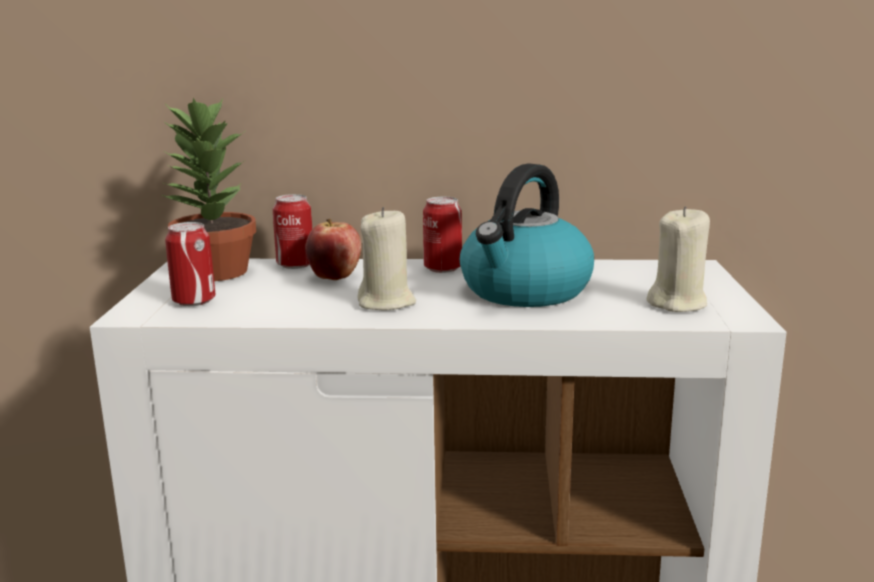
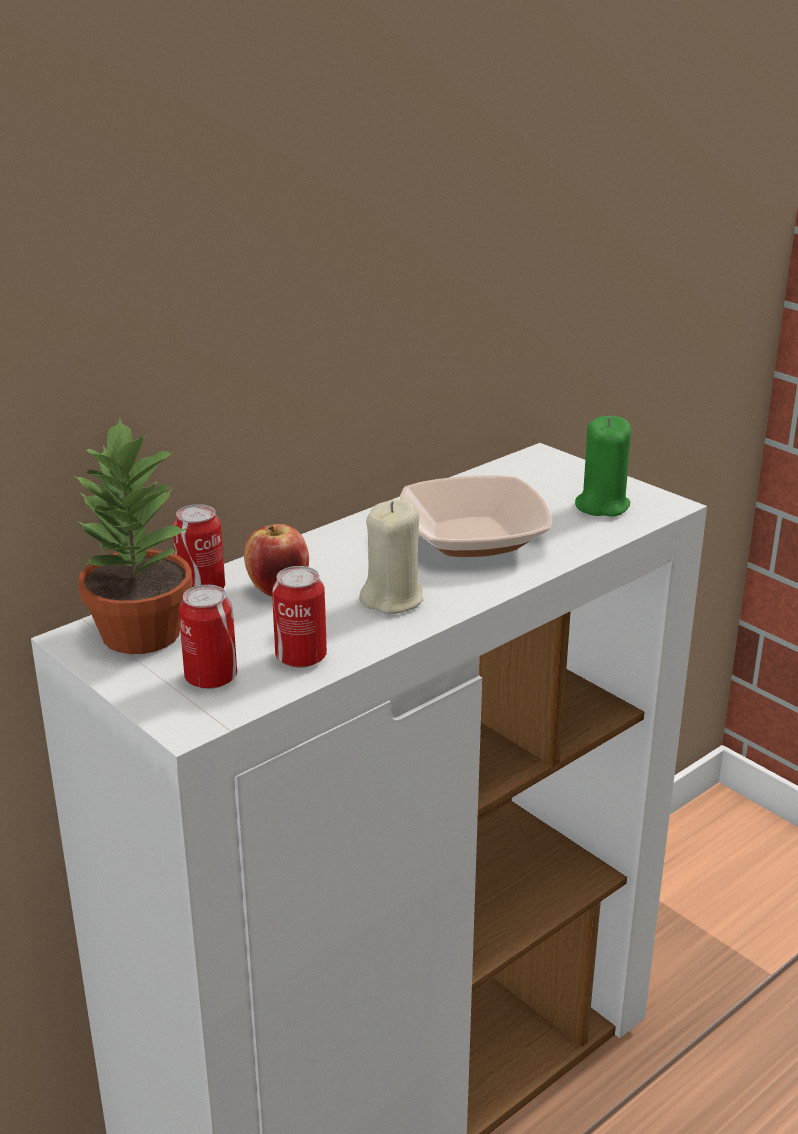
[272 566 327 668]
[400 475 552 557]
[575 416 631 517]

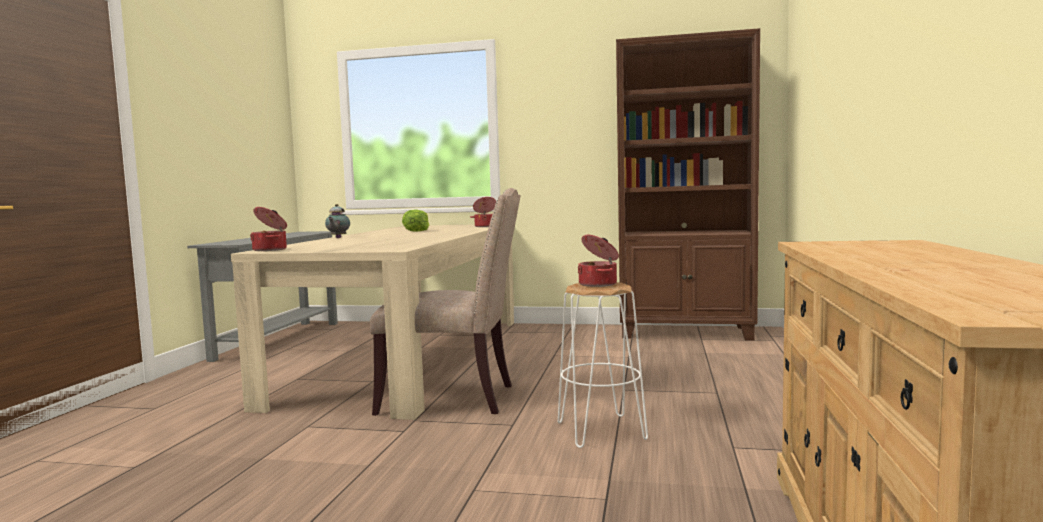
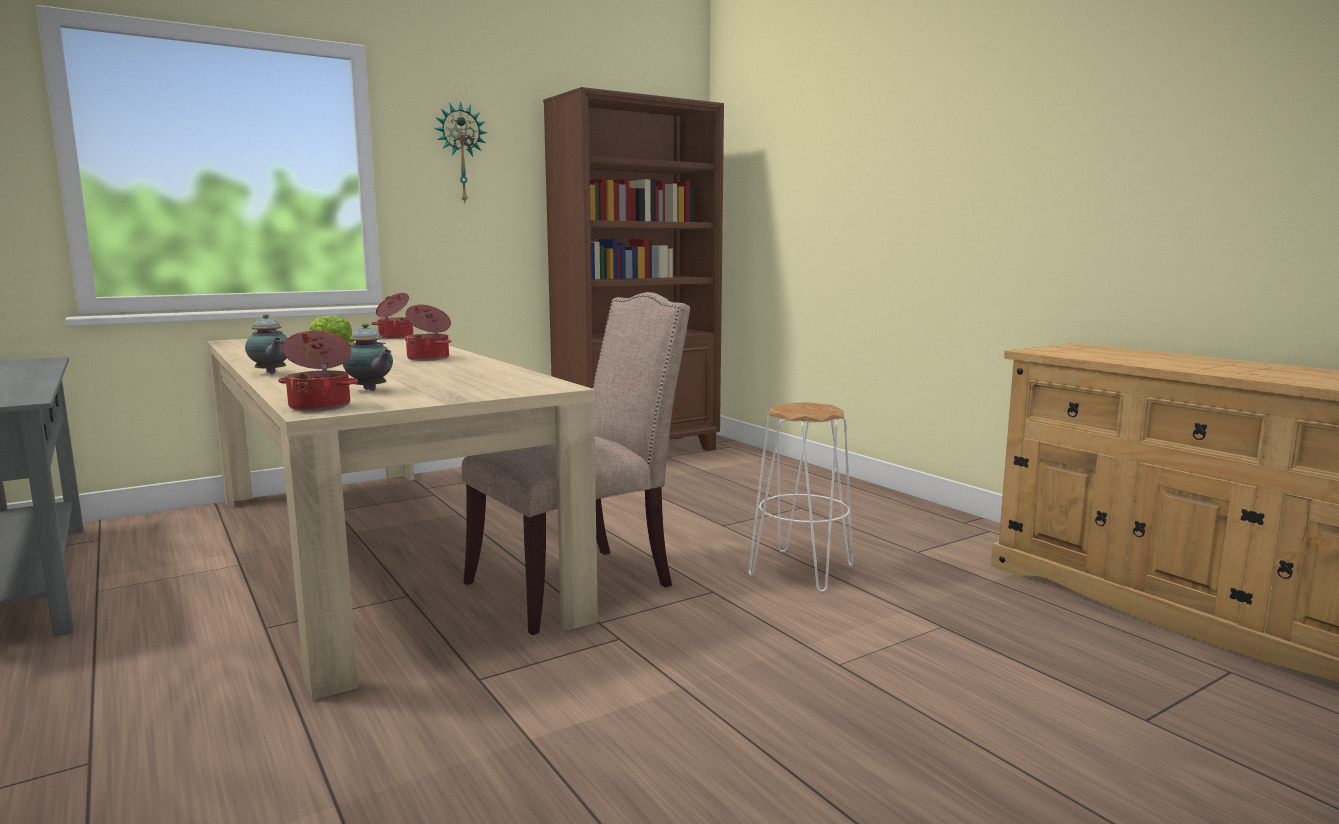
[343 323 393 391]
[435 101 488 203]
[405 304 451 361]

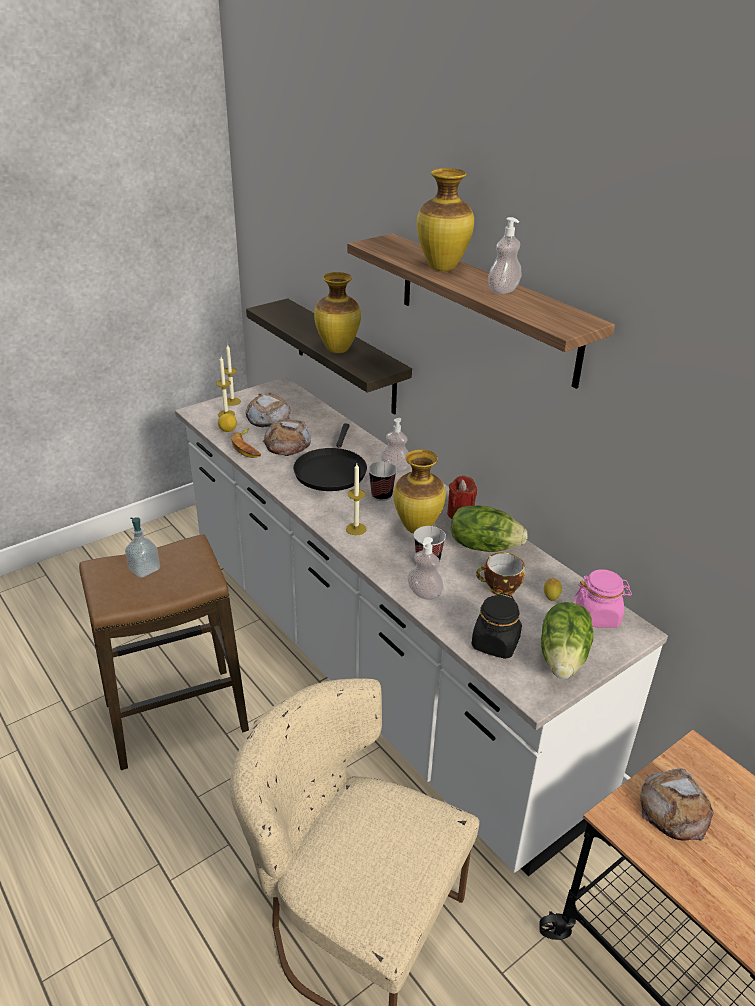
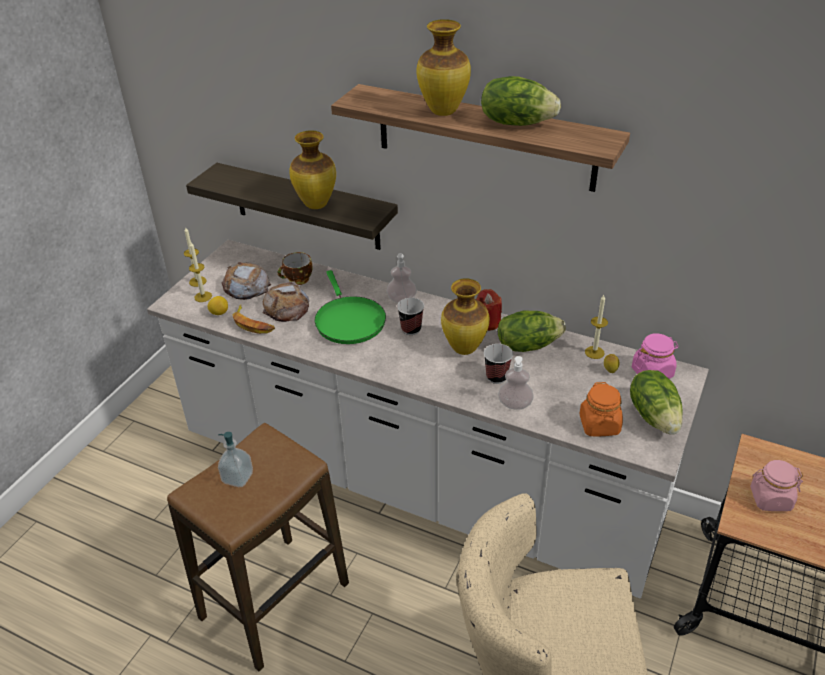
[585 295 608 359]
[278 252 313 285]
[481 76 561 126]
[750 460 803 511]
[314 270 386 344]
[579 382 623 436]

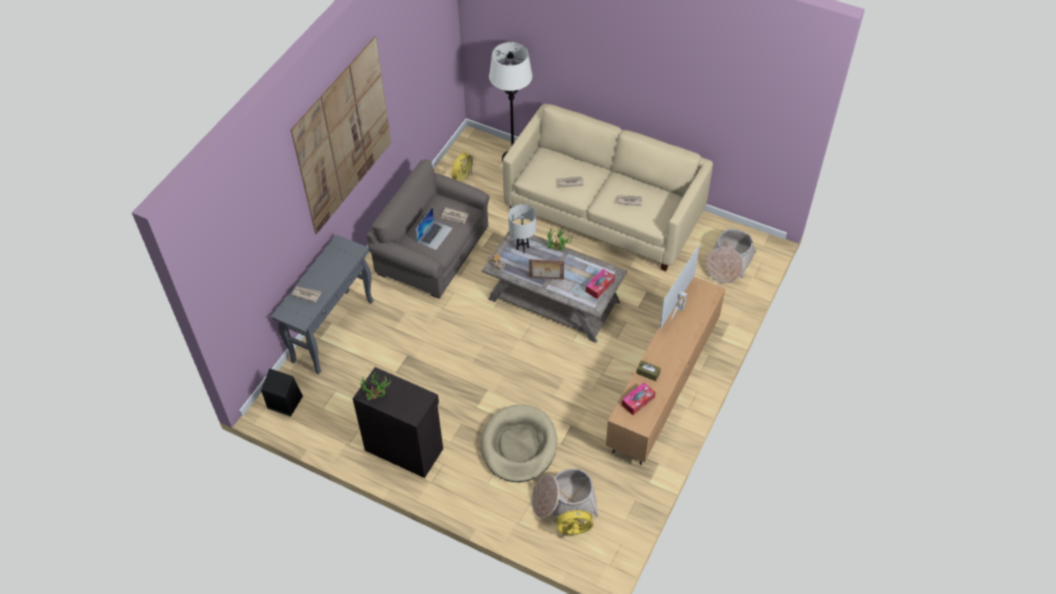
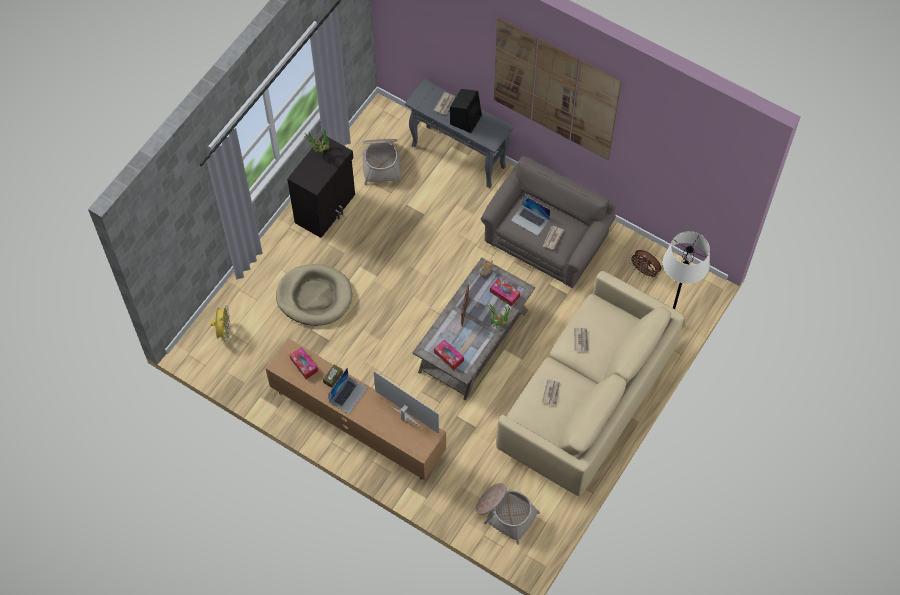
[328 368 368 414]
[450 89 482 133]
[362 139 401 185]
[490 278 520 307]
[629 250 661 279]

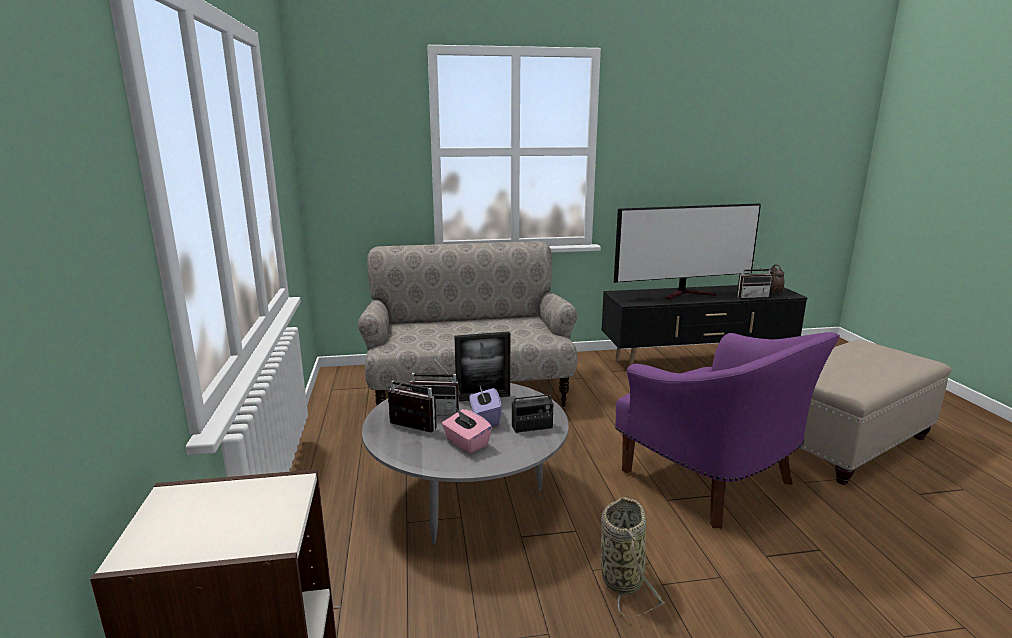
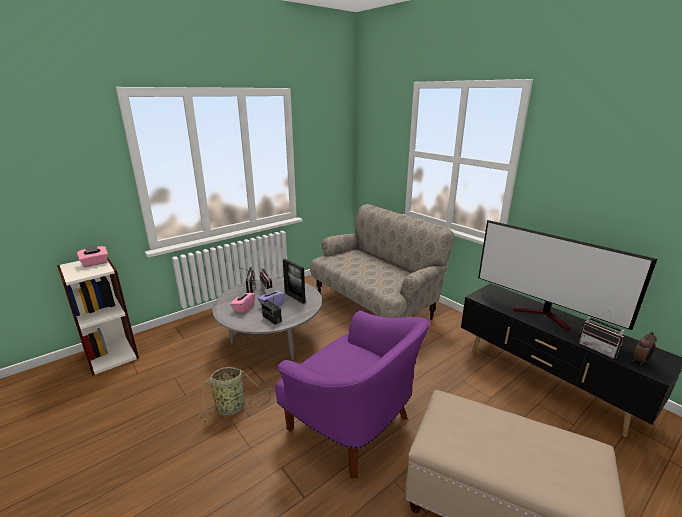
[77 245 108 267]
[275 311 430 479]

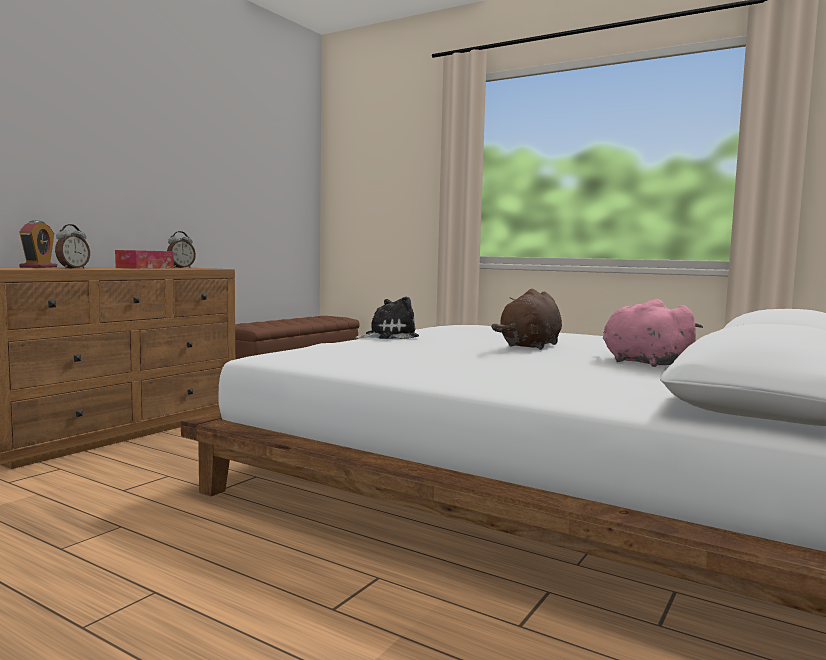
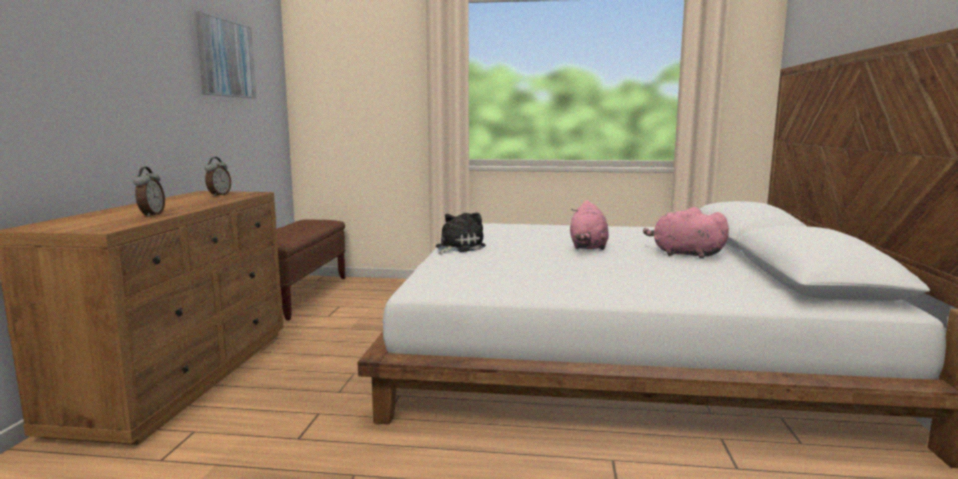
[19 220 57 268] (first image)
[115 250 174 269] (first image)
[195 11 256 98]
[570 201 609 250]

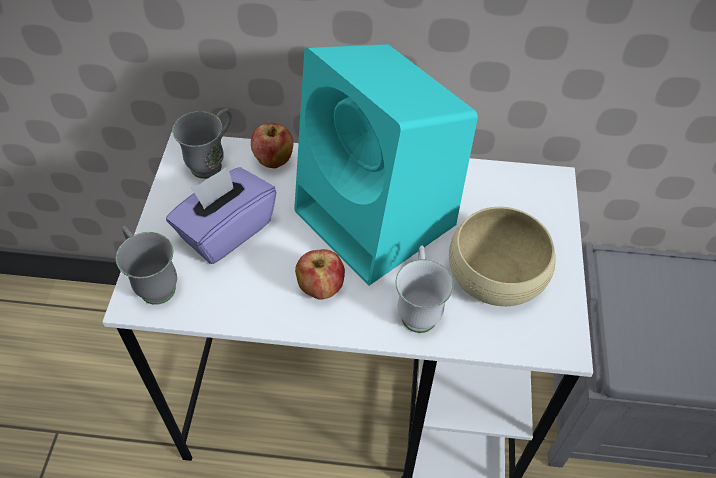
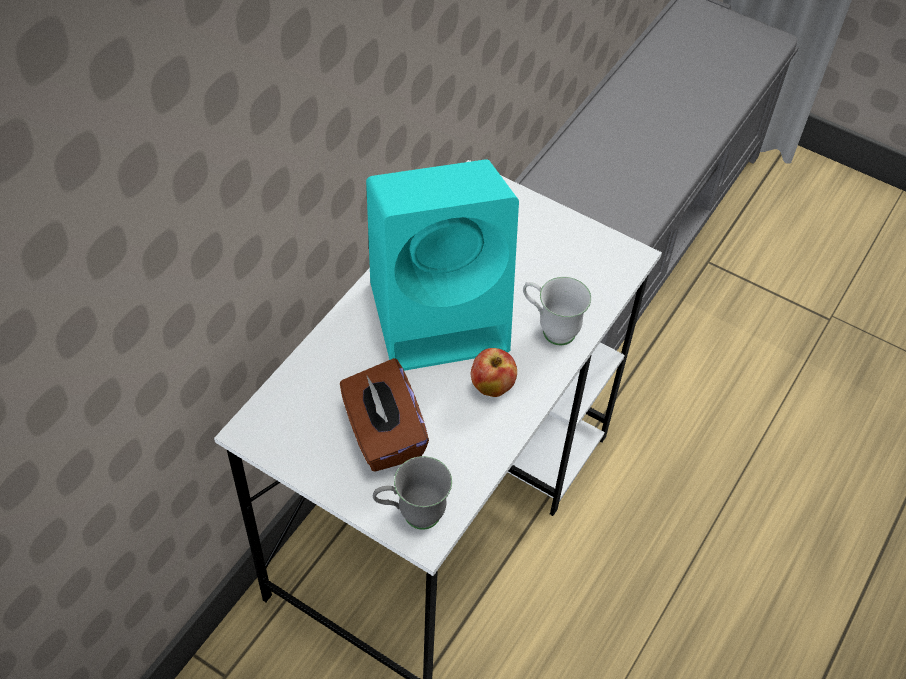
[172 108 232 179] (first image)
[251 123 294 168] (first image)
[449 207 556 306] (first image)
[340 358 429 472]

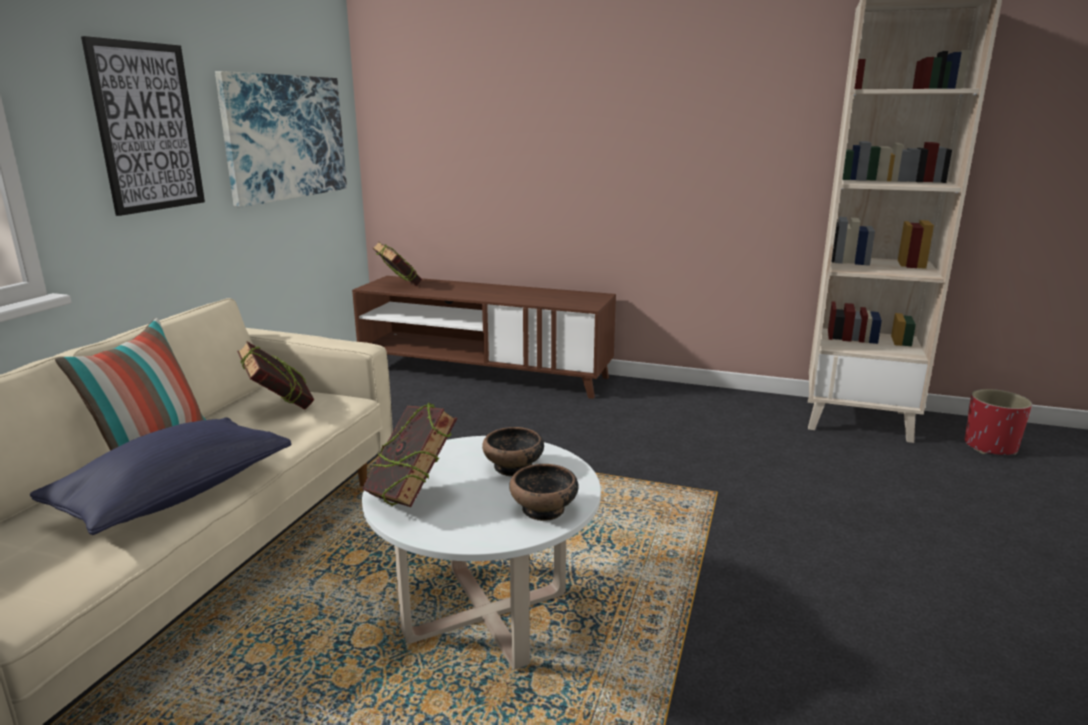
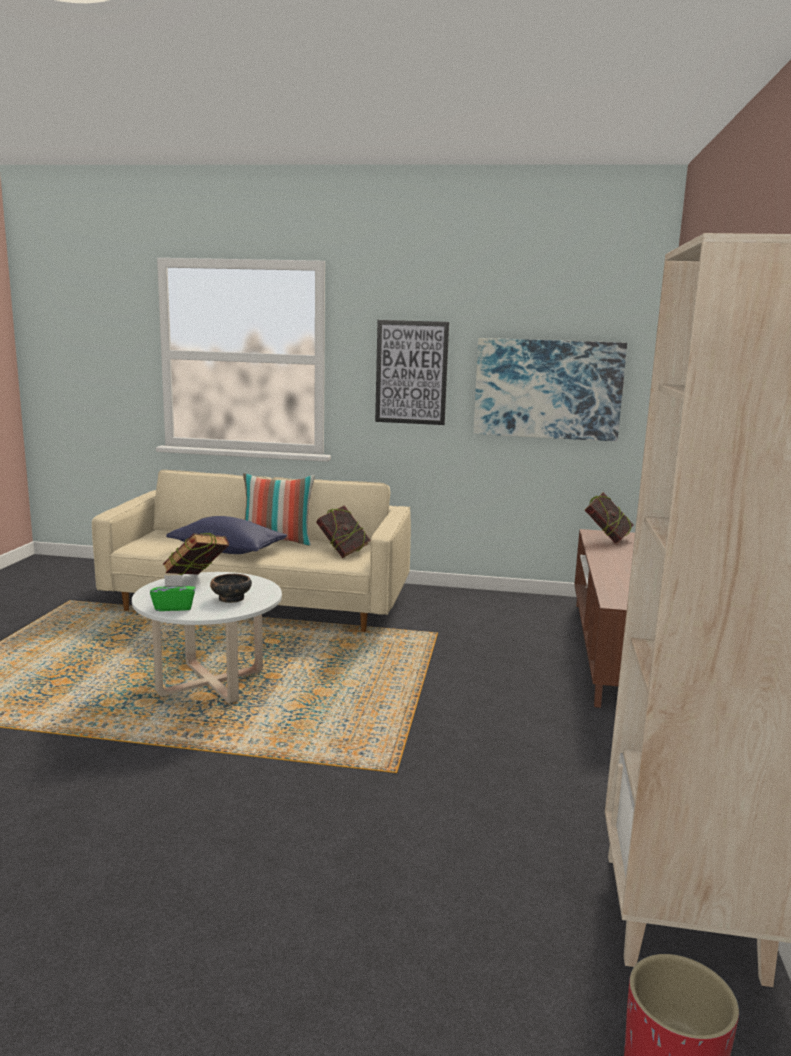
[150 575 196 611]

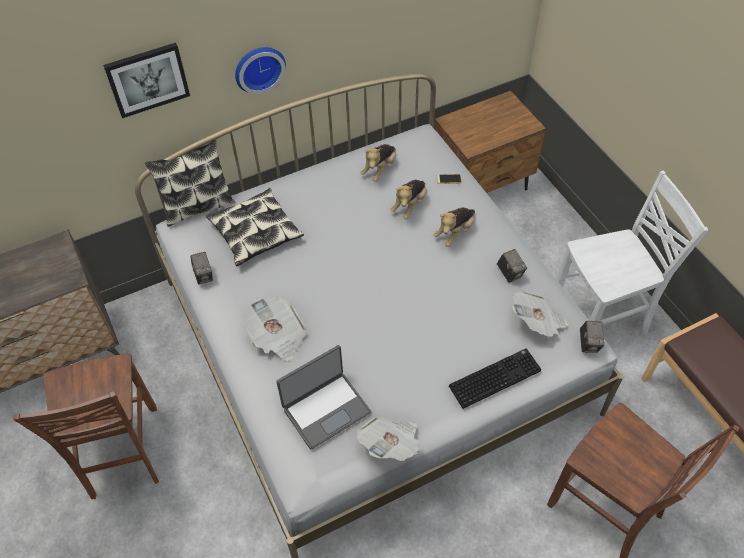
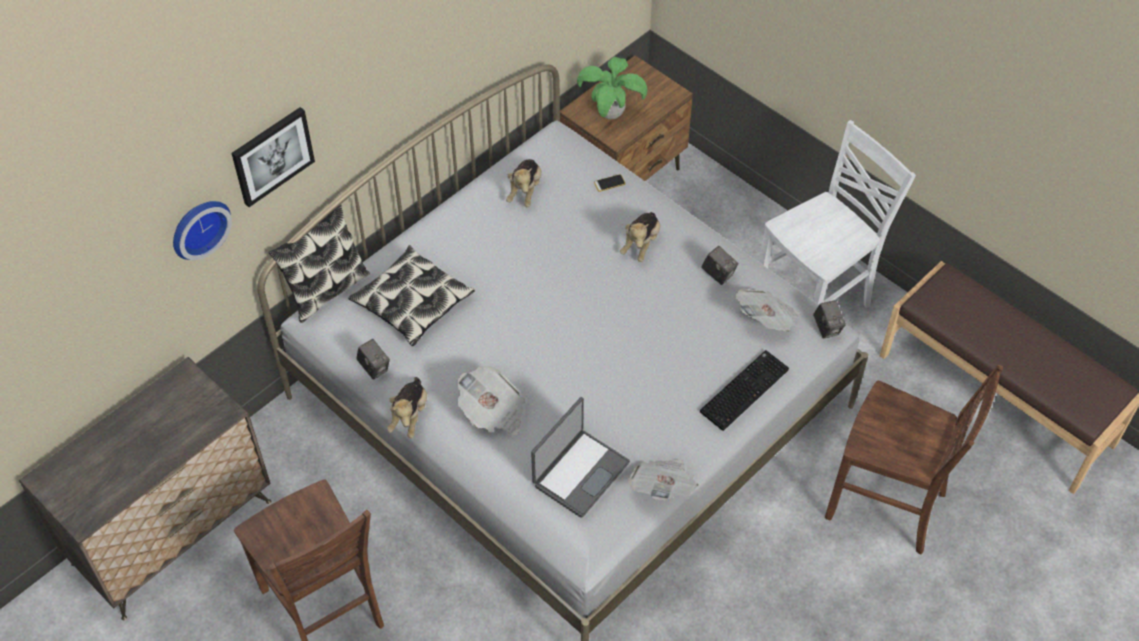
[577 57 648 119]
[173 201 232 260]
[387 377 427 438]

